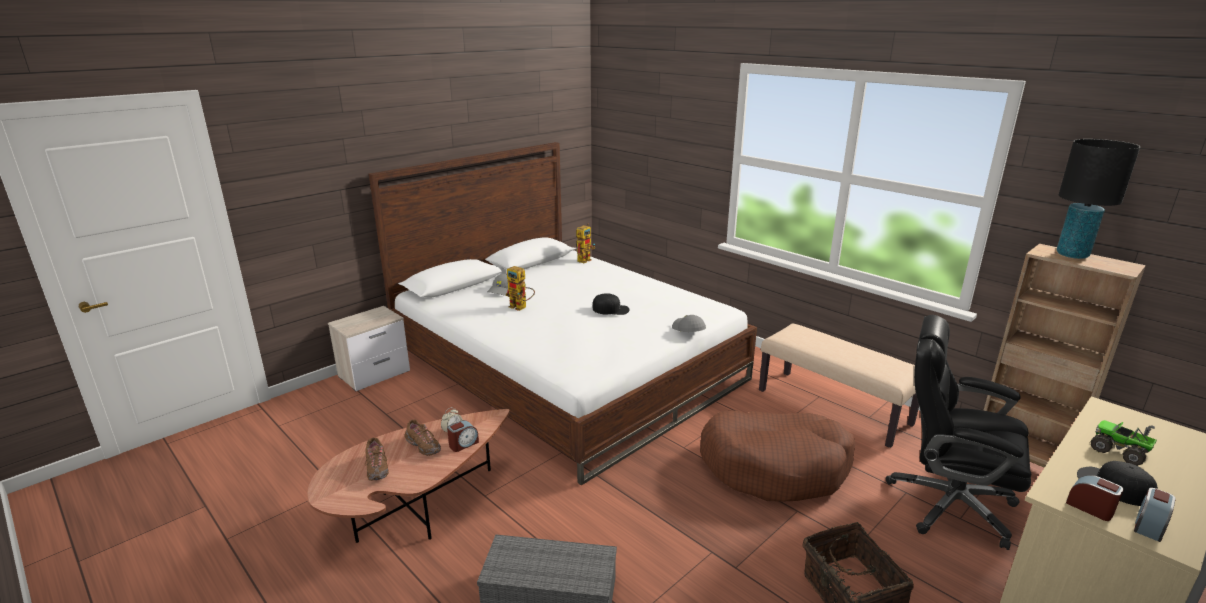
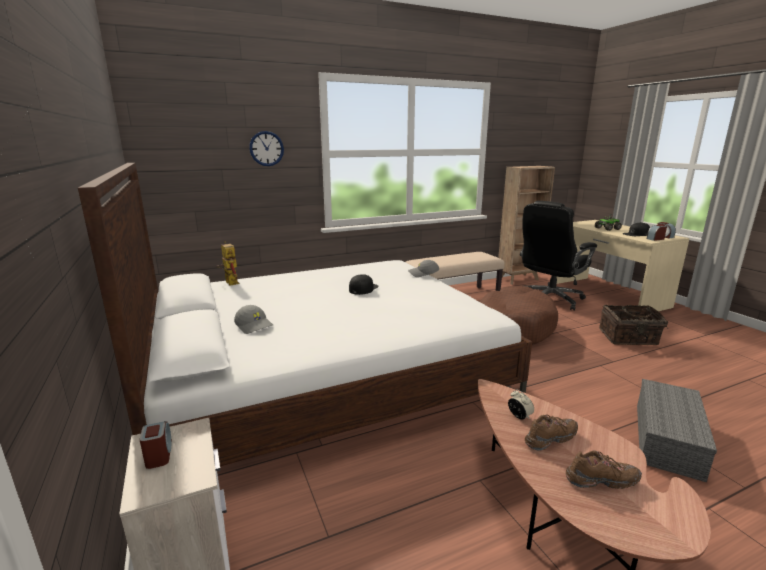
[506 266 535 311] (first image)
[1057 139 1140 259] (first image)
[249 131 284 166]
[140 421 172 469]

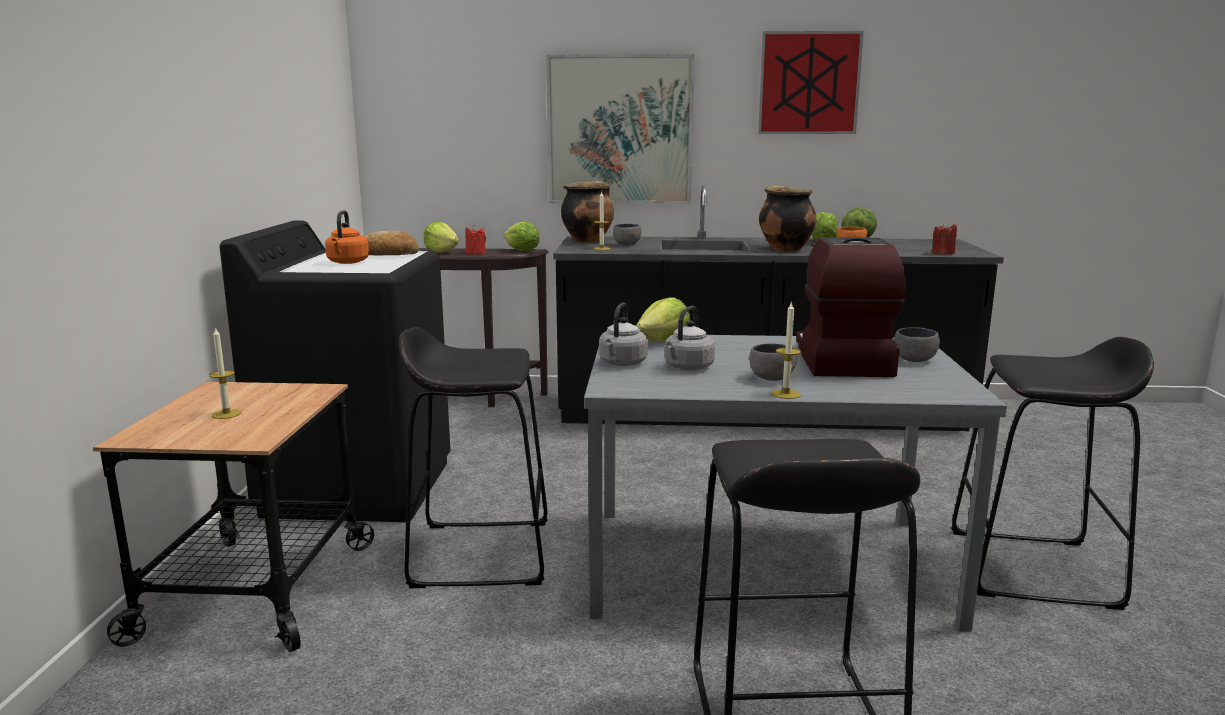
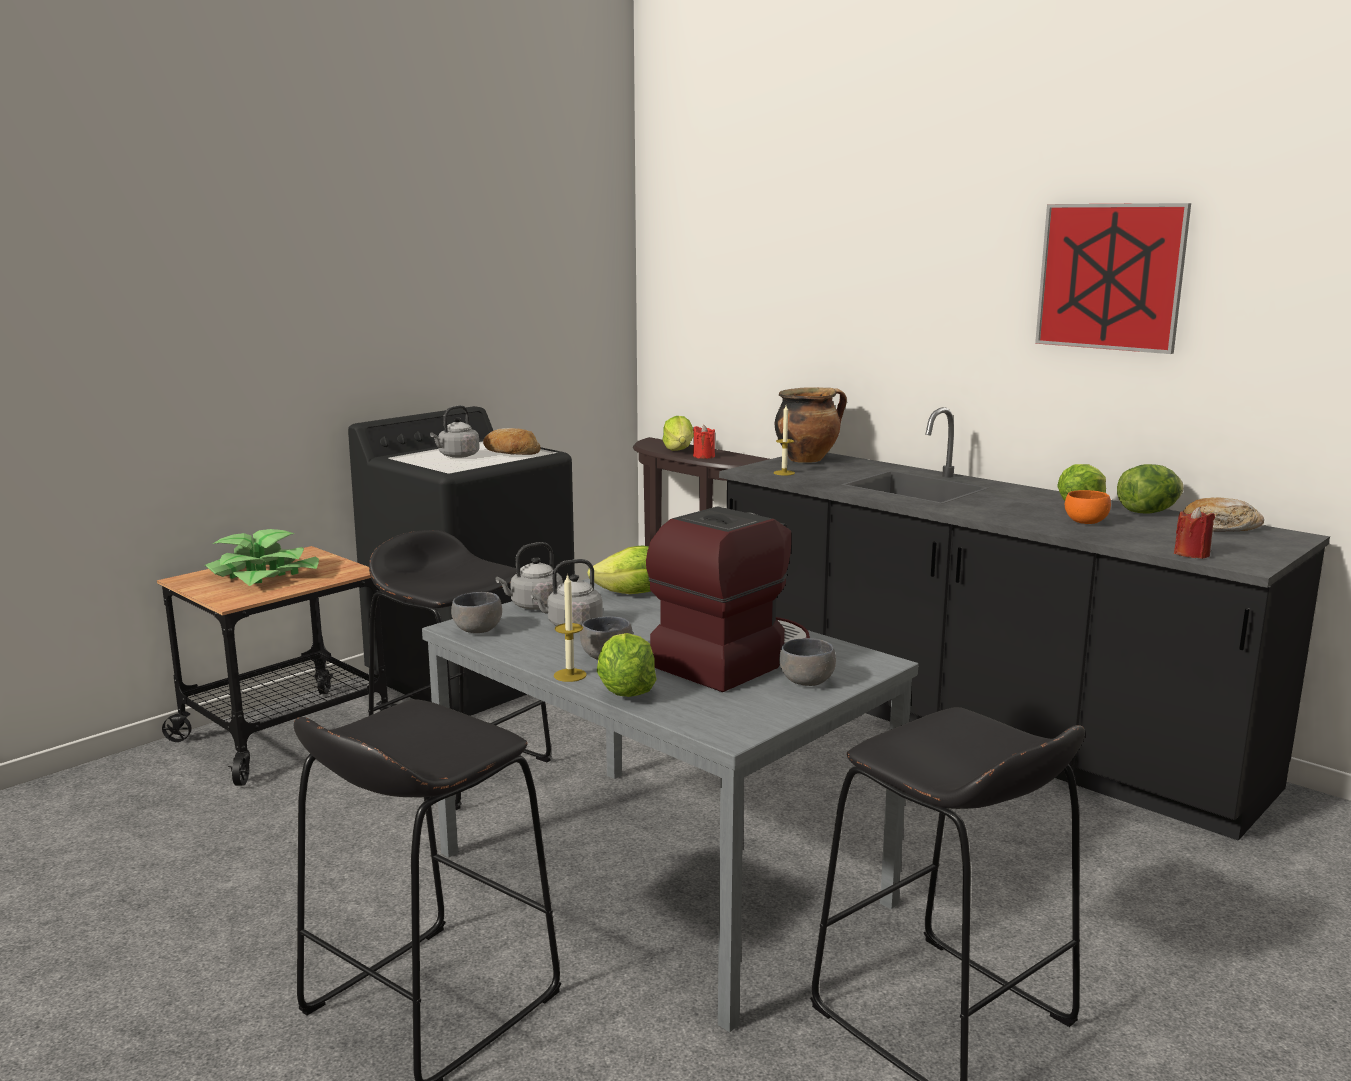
[546 54 694 204] (first image)
[759 185 817 252] (first image)
[1183 497 1264 532]
[597 633 657 697]
[451 592 502 633]
[205 529 319 586]
[430 405 480 458]

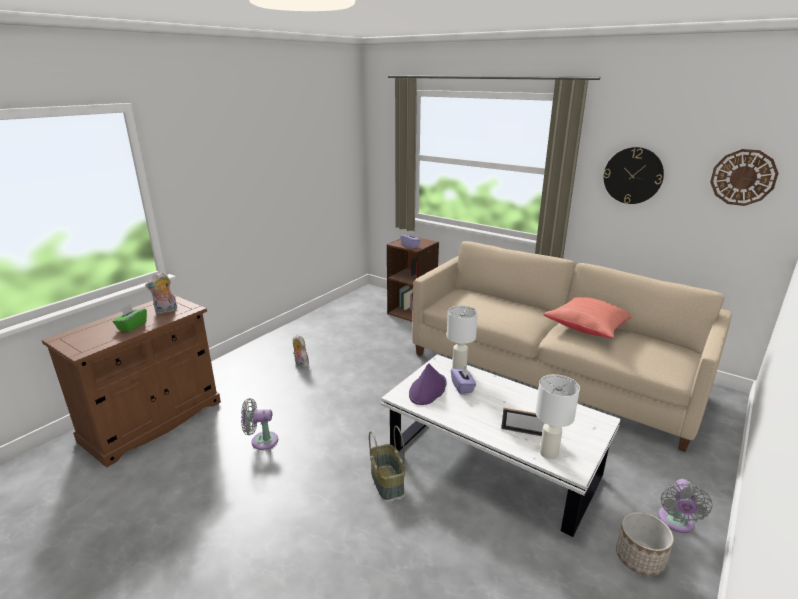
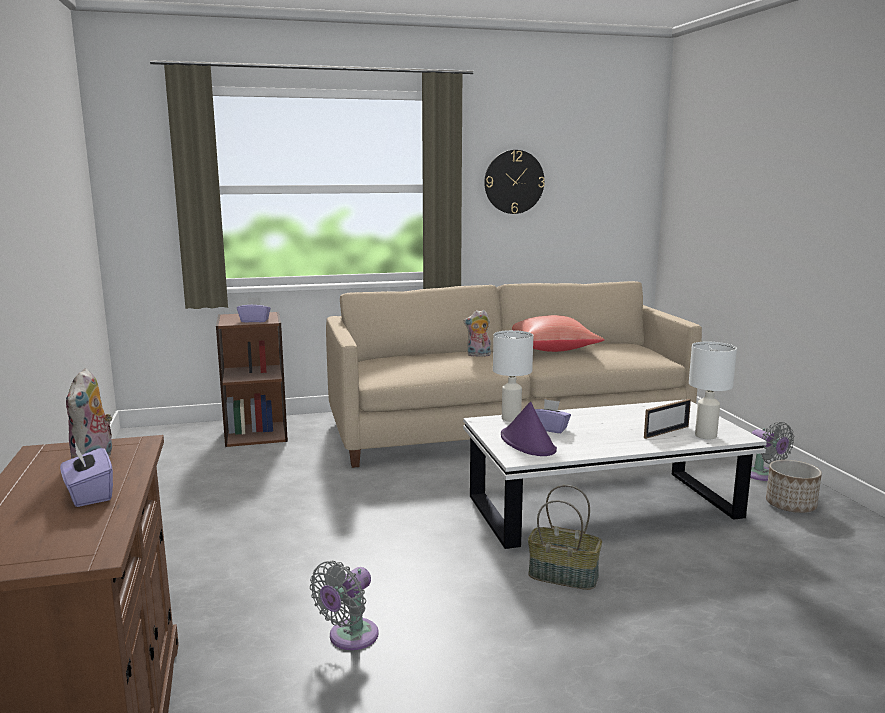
[710 149 779 206] (first image)
[464 310 491 357]
[60 443 113 507]

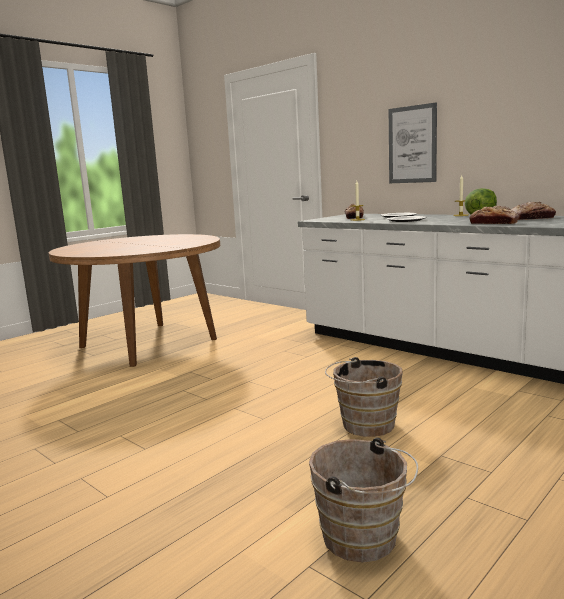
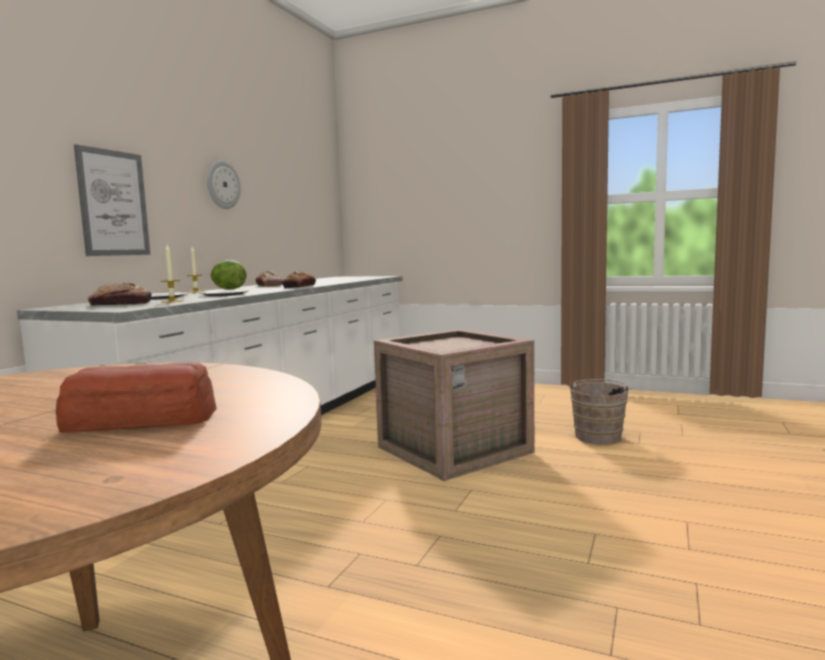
[56 362 217 433]
[207 161 240 209]
[374 329 534 481]

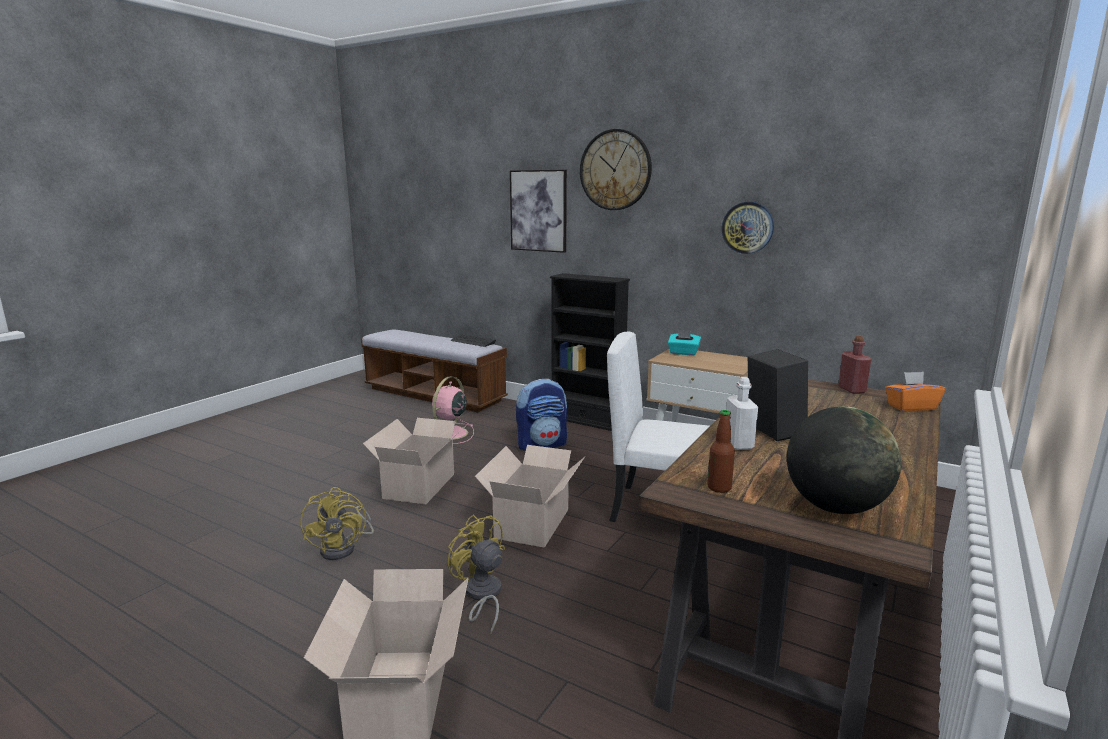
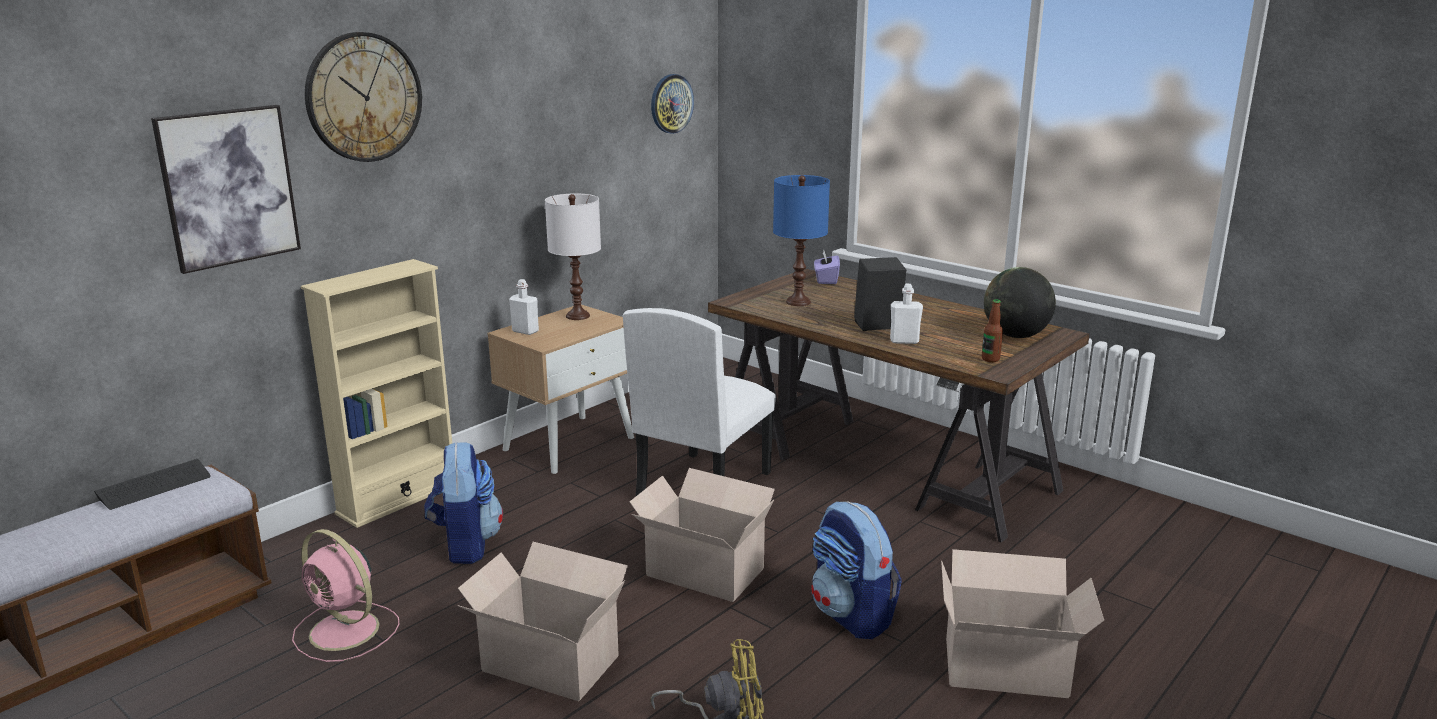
[838 336 871 394] (first image)
[545 193 601 320]
[773 175 830 306]
[651 74 694 134]
[811 501 902 639]
[509 279 539 335]
[301 259 452 528]
[814 251 840 284]

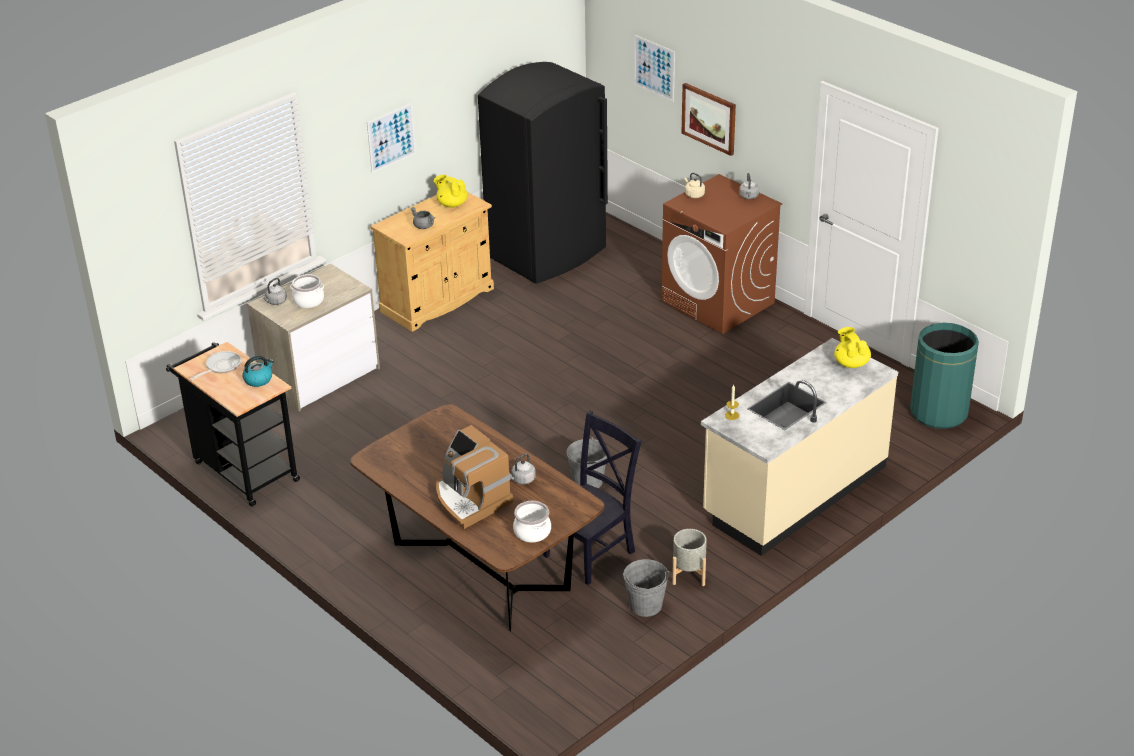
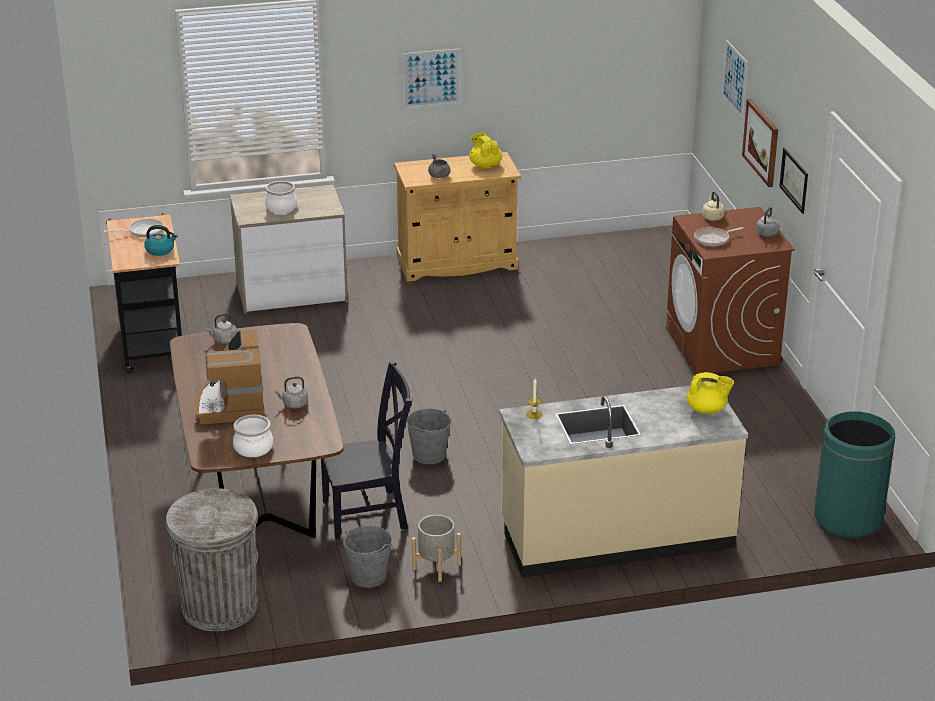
[478 62 608 284] (first image)
[166 488 258 631]
[694 227 744 246]
[779 148 808 214]
[205 313 237 344]
[687 372 734 414]

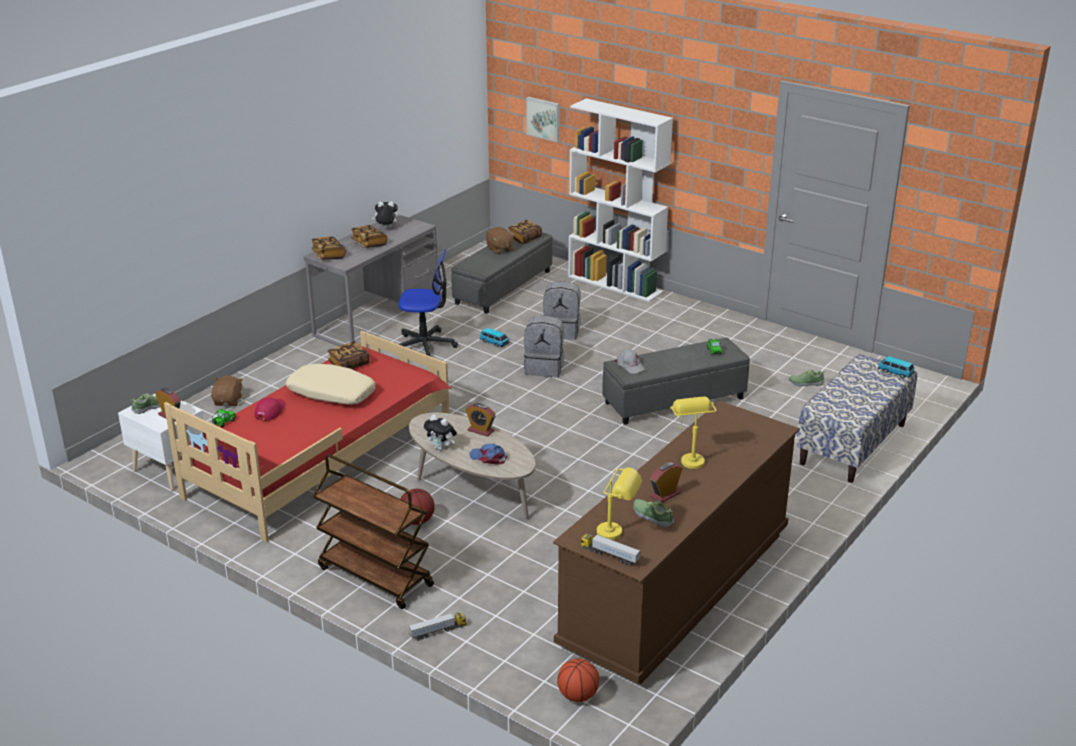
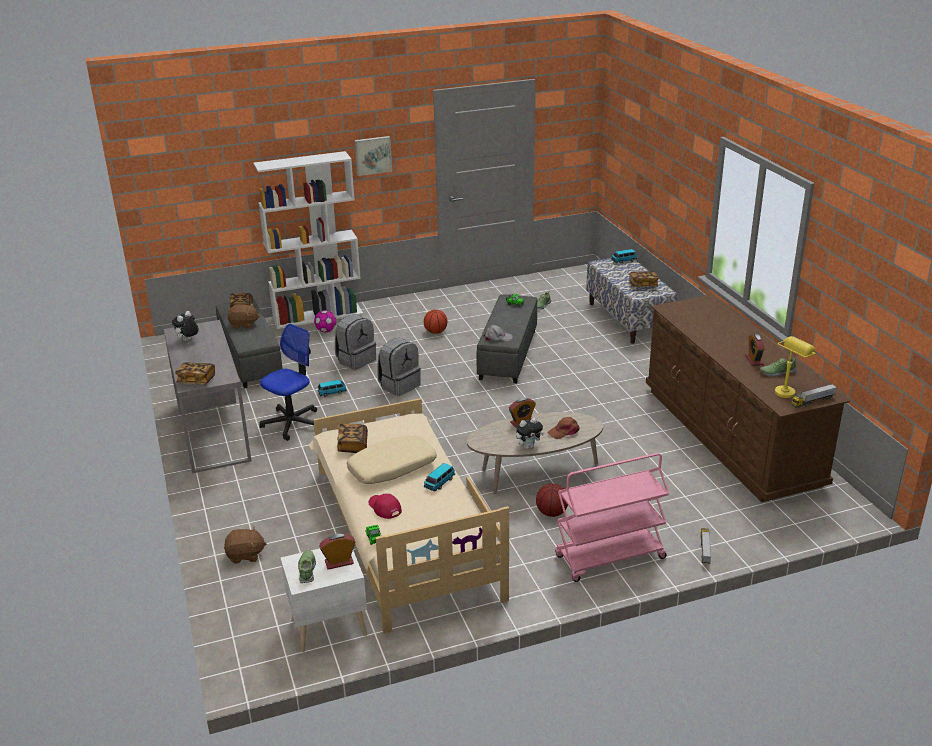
[670 397 717 469] (first image)
[314 310 336 332]
[424 463 455 492]
[629 271 659 287]
[354 136 392 176]
[424 309 447 334]
[308 398 509 634]
[555 453 669 582]
[547 417 580 439]
[224 526 267 564]

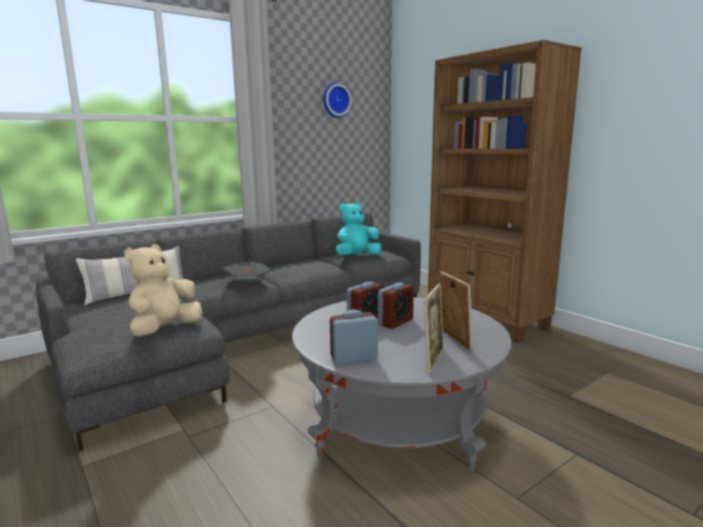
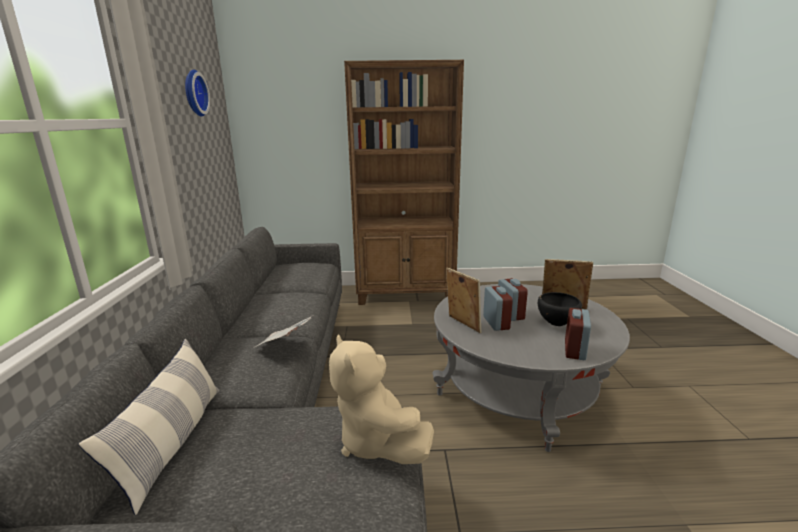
[336 203 381 255] (first image)
[538 292 582 326]
[446 267 481 333]

